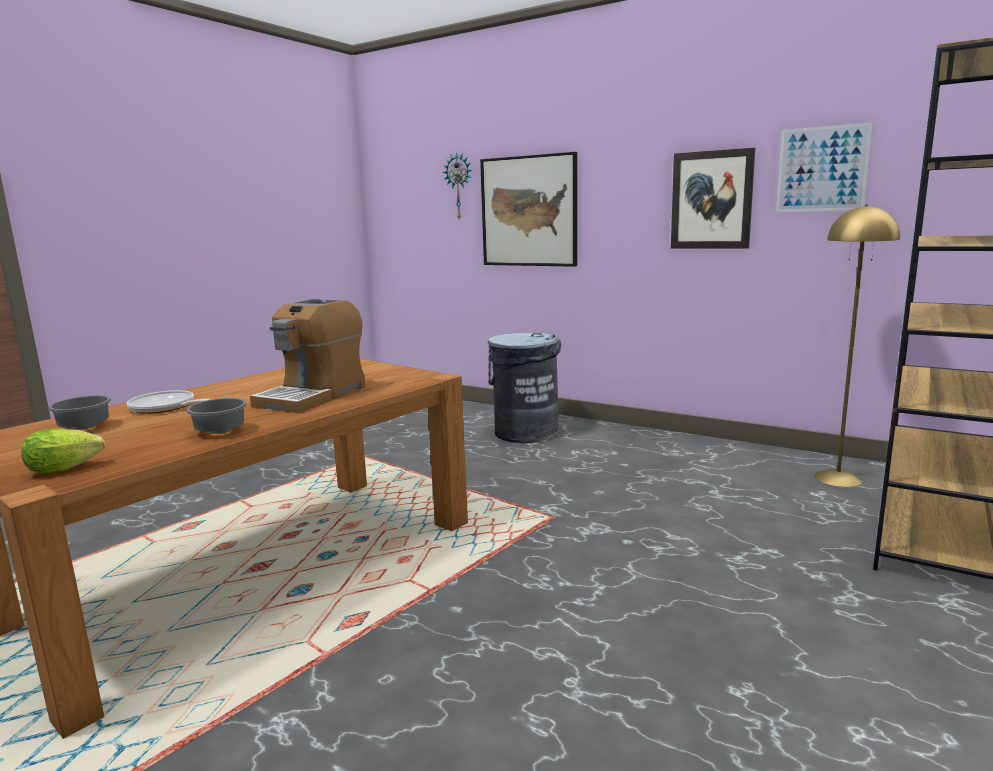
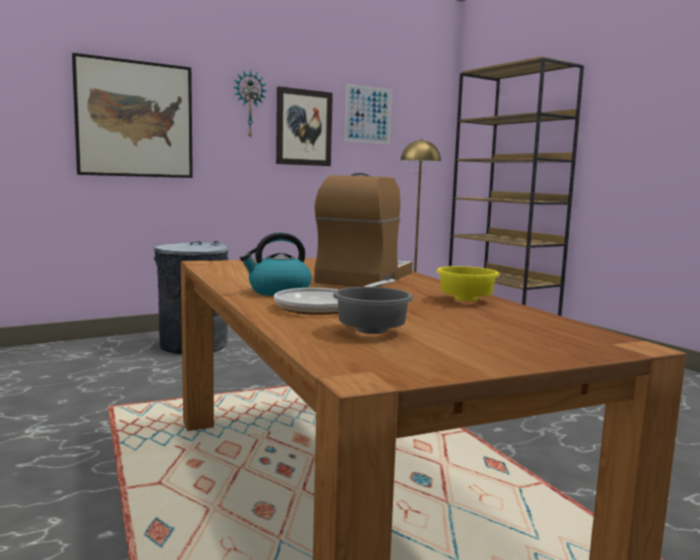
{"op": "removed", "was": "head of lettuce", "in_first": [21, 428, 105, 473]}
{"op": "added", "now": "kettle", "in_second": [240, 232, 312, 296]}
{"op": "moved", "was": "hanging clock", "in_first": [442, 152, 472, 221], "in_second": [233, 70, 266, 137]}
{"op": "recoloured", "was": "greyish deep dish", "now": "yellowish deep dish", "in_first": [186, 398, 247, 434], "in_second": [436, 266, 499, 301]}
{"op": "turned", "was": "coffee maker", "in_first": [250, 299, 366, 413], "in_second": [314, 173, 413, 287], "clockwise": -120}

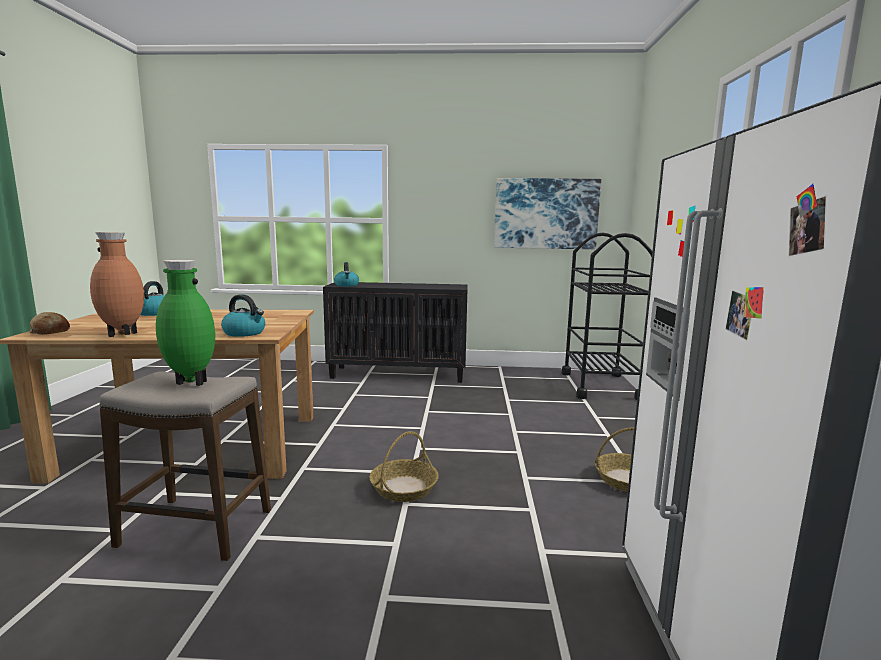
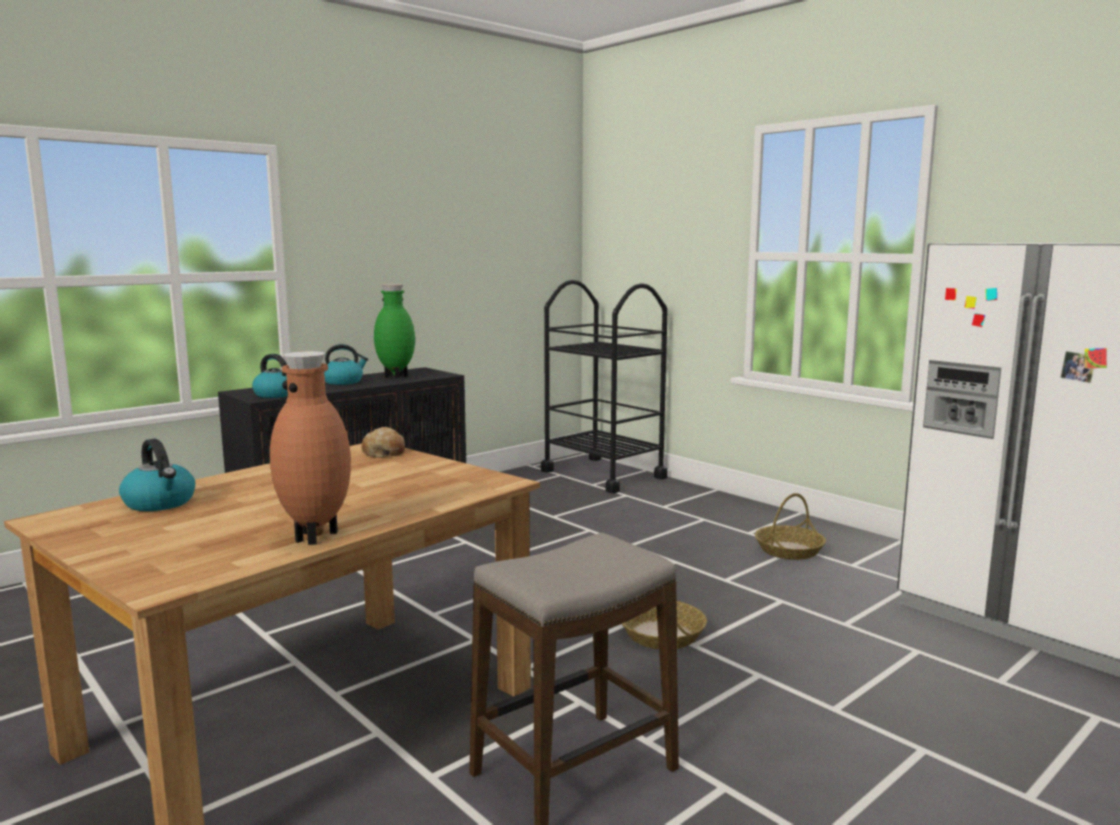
{"op": "removed", "was": "wall art", "in_first": [494, 178, 601, 249]}
{"op": "moved", "was": "bakery bread", "in_first": [29, 312, 70, 335], "in_second": [362, 427, 405, 458]}
{"op": "moved", "was": "green vase", "in_first": [156, 260, 215, 386], "in_second": [374, 284, 415, 378]}
{"op": "moved", "was": "kettle", "in_first": [221, 294, 265, 337], "in_second": [324, 344, 368, 385]}

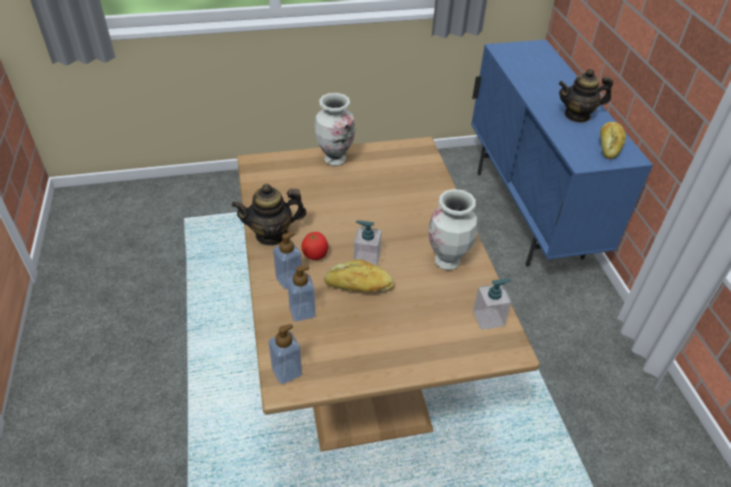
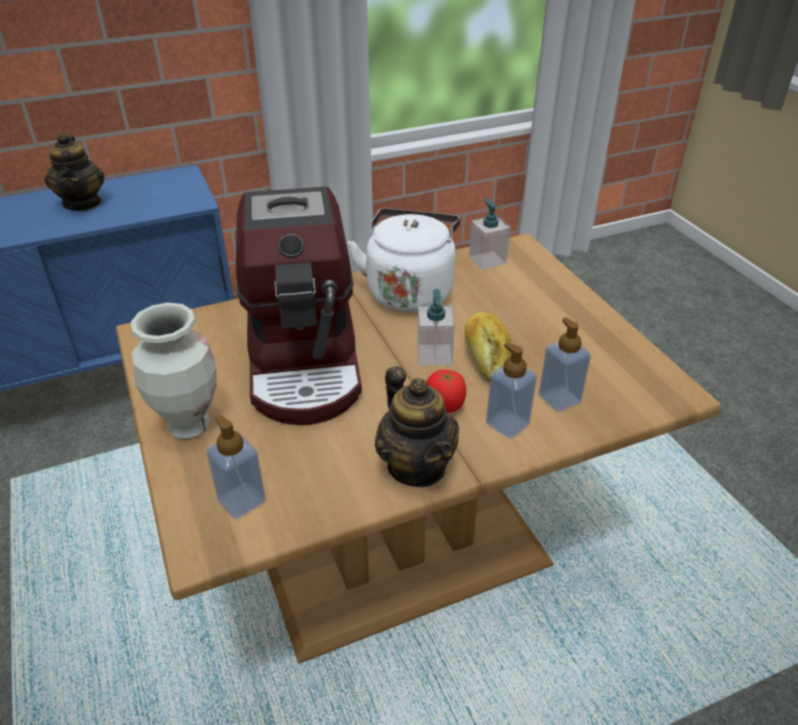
{"op": "removed", "was": "bakery bread", "in_first": [600, 122, 626, 159]}
{"op": "added", "now": "coffee maker", "in_second": [236, 187, 362, 425]}
{"op": "moved", "was": "liquid soap bottle", "in_first": [269, 324, 302, 384], "in_second": [206, 415, 266, 519]}
{"op": "replaced", "was": "vase", "now": "whitish kettle", "in_first": [429, 189, 477, 270], "in_second": [348, 208, 460, 313]}

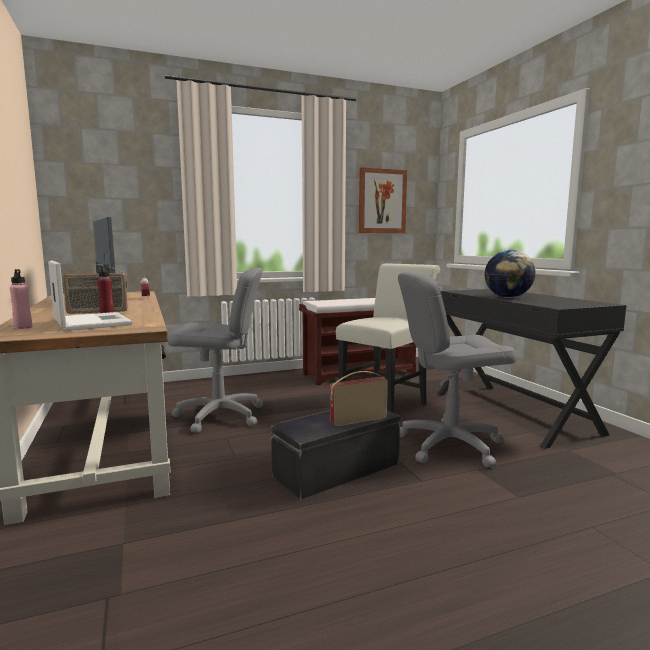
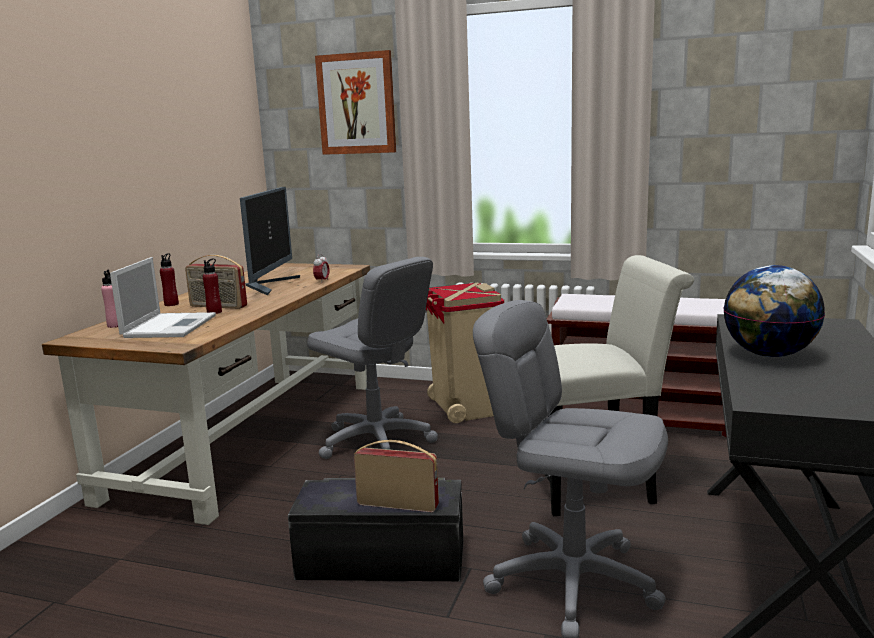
{"op": "added", "now": "reddish drink bottle", "in_second": [160, 253, 179, 306]}
{"op": "added", "now": "beige-coloured rubbish bin", "in_second": [426, 283, 504, 423]}
{"op": "moved", "was": "wall art", "in_first": [359, 167, 407, 233], "in_second": [315, 50, 396, 155]}

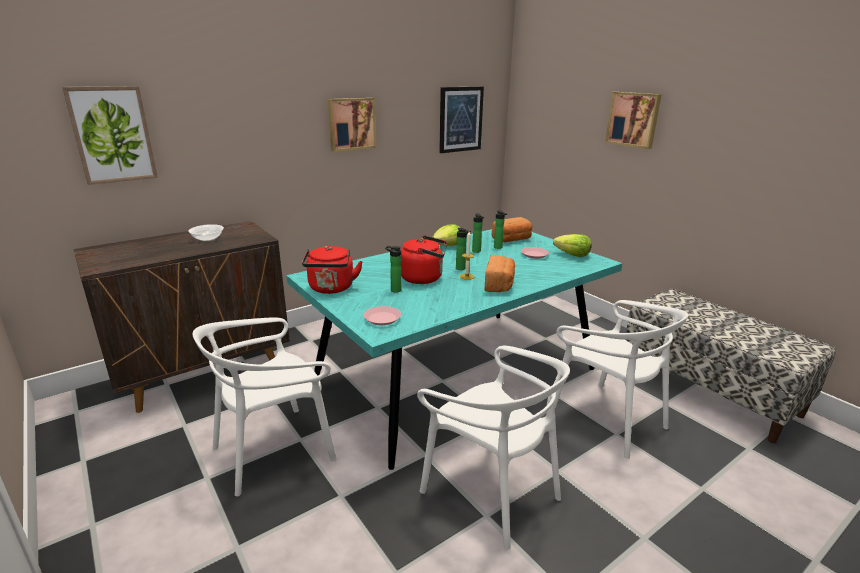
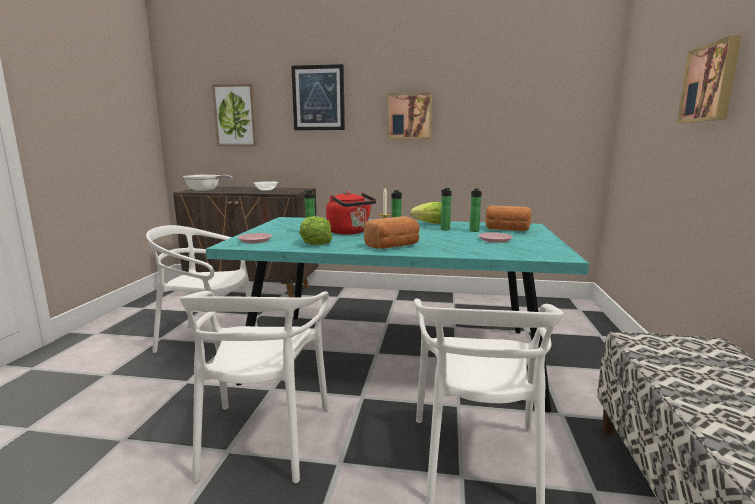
{"op": "removed", "was": "reddish kettle", "in_first": [302, 246, 363, 294]}
{"op": "added", "now": "pan", "in_second": [183, 175, 233, 191]}
{"op": "moved", "was": "wall art", "in_first": [439, 86, 484, 153], "in_second": [291, 64, 345, 130]}
{"op": "moved", "was": "head of lettuce", "in_first": [553, 234, 592, 257], "in_second": [299, 216, 333, 245]}

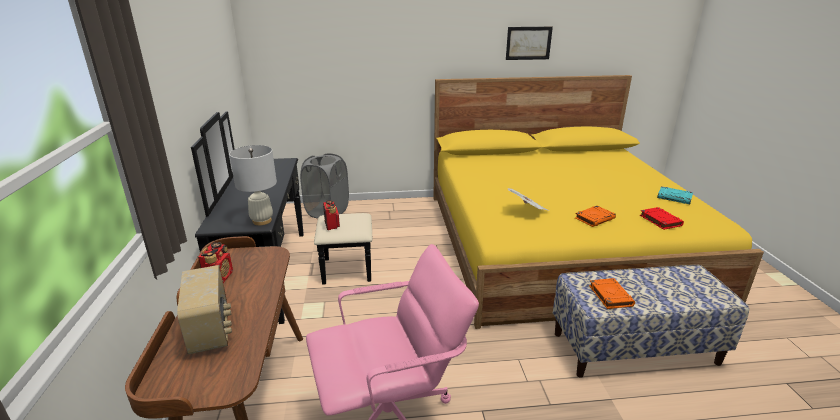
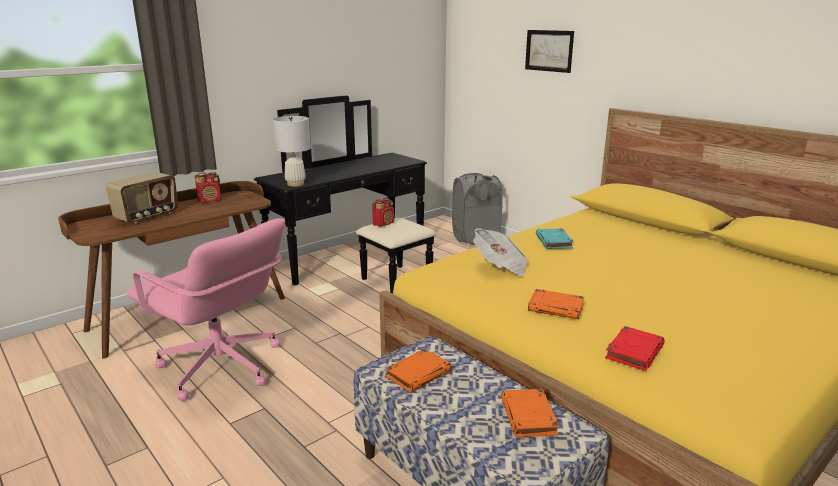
{"op": "added", "now": "orangey book", "in_second": [501, 389, 559, 437]}
{"op": "moved", "was": "wall art", "in_first": [506, 27, 553, 60], "in_second": [525, 30, 574, 73]}
{"op": "moved", "was": "turquoise-coloured book", "in_first": [657, 186, 693, 204], "in_second": [536, 229, 574, 249]}

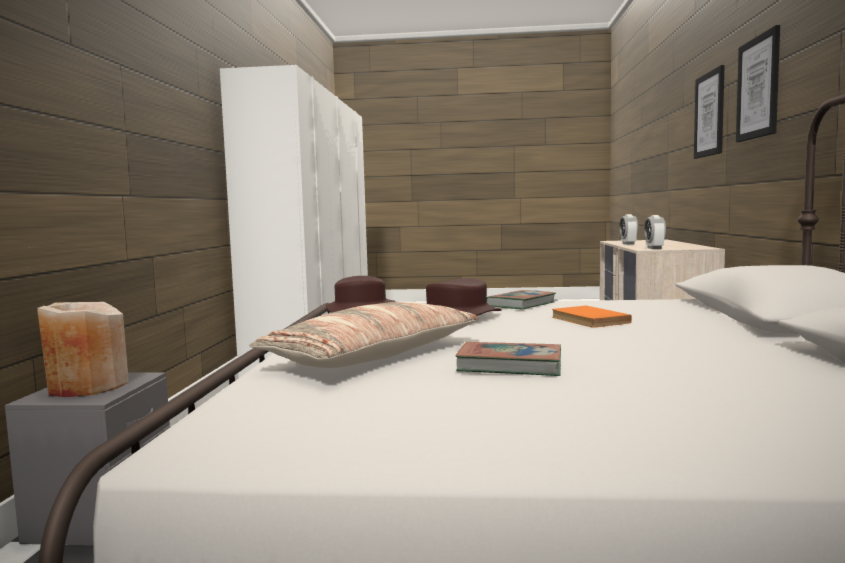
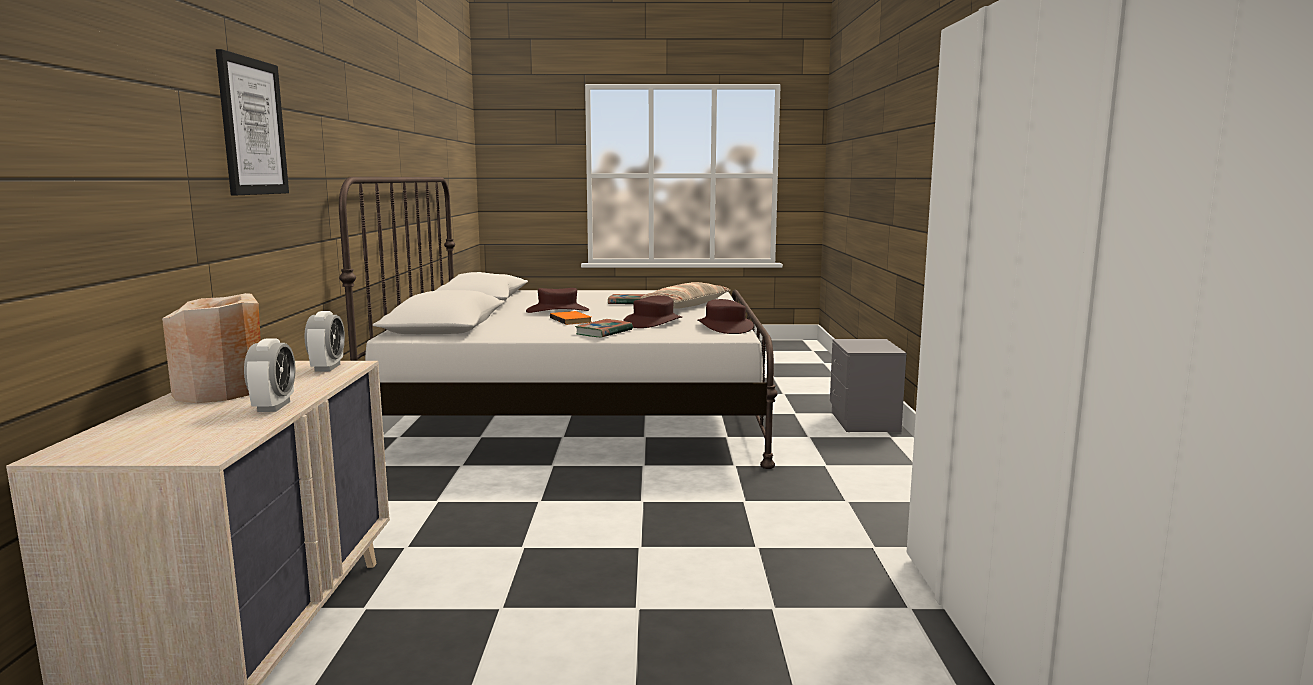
{"op": "removed", "was": "wall art", "in_first": [694, 65, 725, 159]}
{"op": "added", "now": "brown wearable hat", "in_second": [526, 288, 589, 313]}
{"op": "moved", "was": "beige-coloured vase", "in_first": [37, 302, 129, 397], "in_second": [162, 293, 261, 403]}

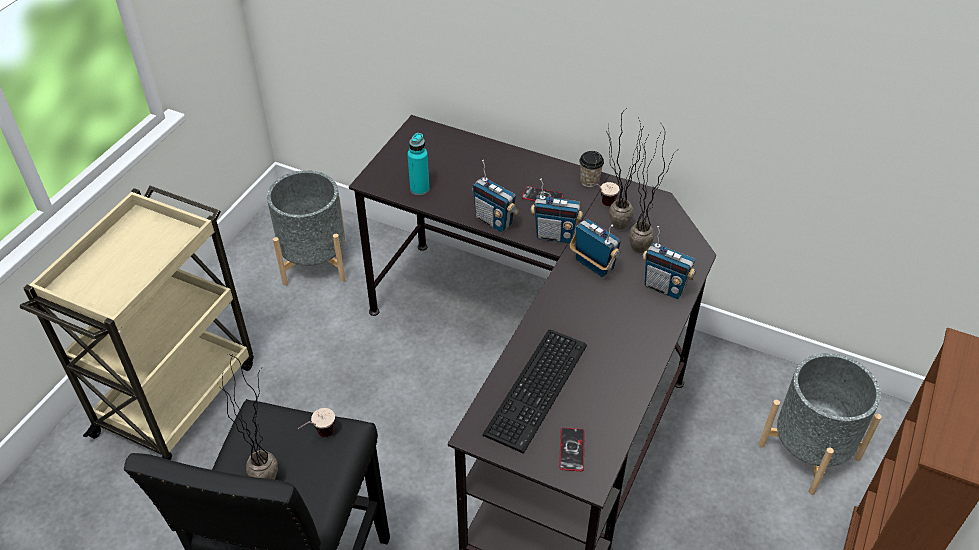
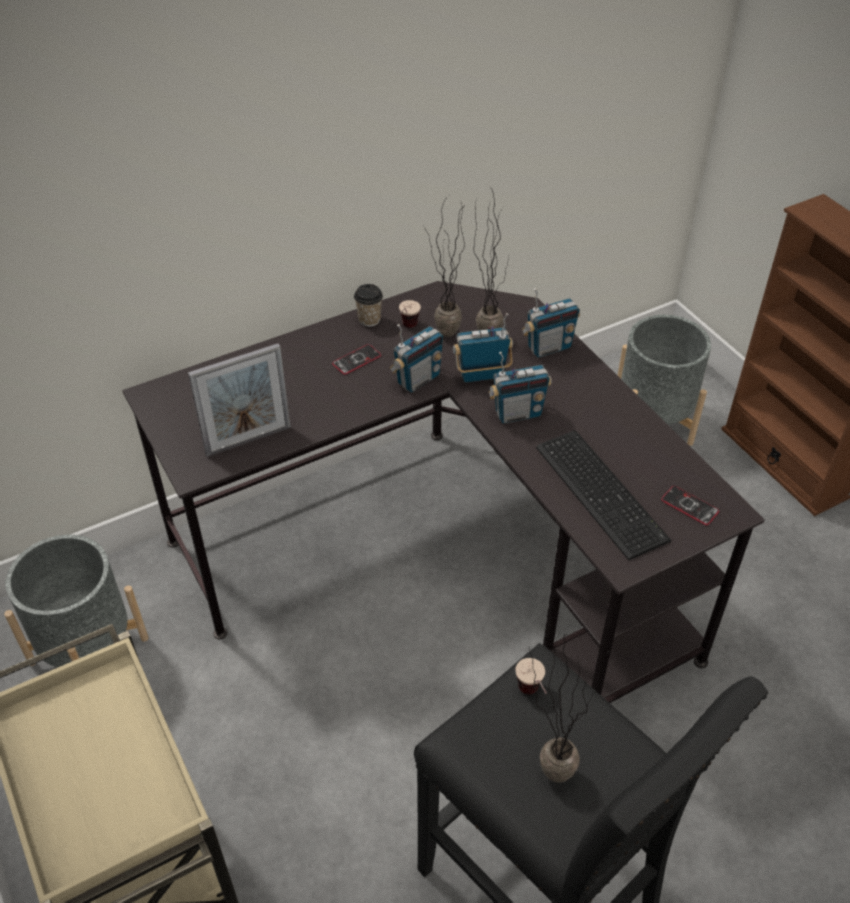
{"op": "moved", "was": "radio receiver", "in_first": [472, 160, 519, 232], "in_second": [488, 352, 552, 424]}
{"op": "replaced", "was": "turquoise-coloured drink bottle", "now": "picture frame", "in_first": [407, 133, 430, 195], "in_second": [188, 343, 291, 457]}

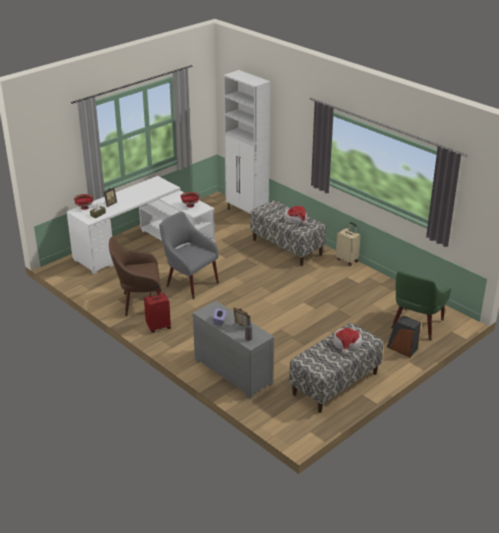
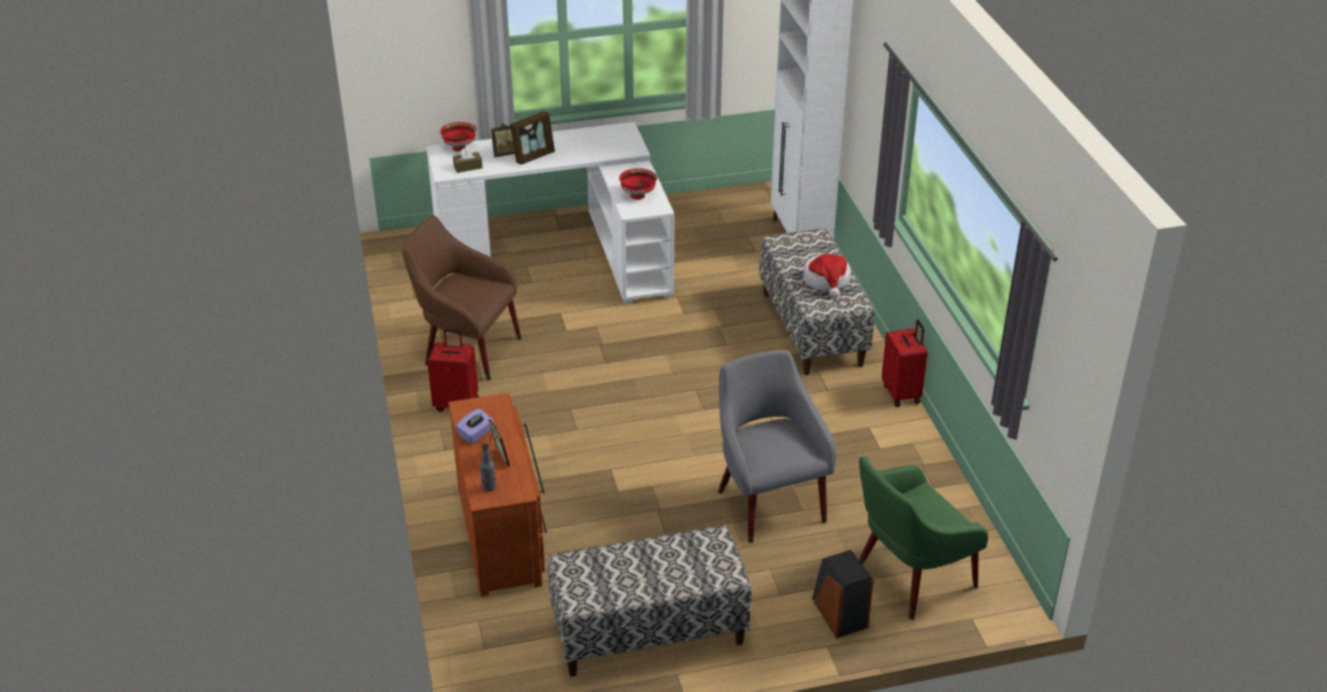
{"op": "removed", "was": "wearable hat", "in_first": [333, 328, 362, 355]}
{"op": "added", "now": "picture frame", "in_second": [510, 111, 555, 165]}
{"op": "moved", "was": "greyish easy chair", "in_first": [159, 212, 219, 299], "in_second": [718, 350, 837, 543]}
{"op": "recoloured", "was": "greyish drawer chest", "now": "brown drawer chest", "in_first": [192, 301, 274, 398], "in_second": [448, 393, 547, 597]}
{"op": "recoloured", "was": "beige-coloured piece of luggage", "now": "reddish piece of luggage", "in_first": [336, 222, 360, 266], "in_second": [882, 320, 928, 407]}

